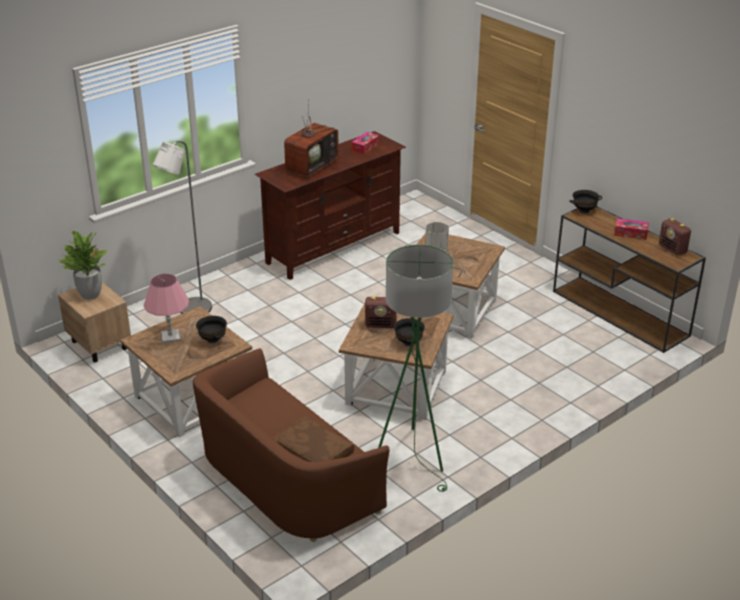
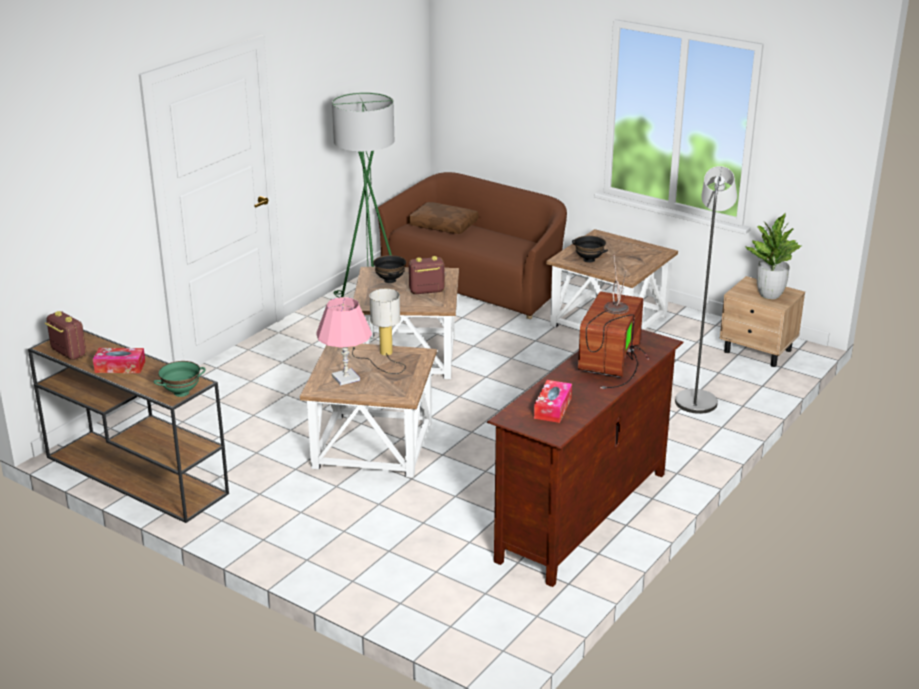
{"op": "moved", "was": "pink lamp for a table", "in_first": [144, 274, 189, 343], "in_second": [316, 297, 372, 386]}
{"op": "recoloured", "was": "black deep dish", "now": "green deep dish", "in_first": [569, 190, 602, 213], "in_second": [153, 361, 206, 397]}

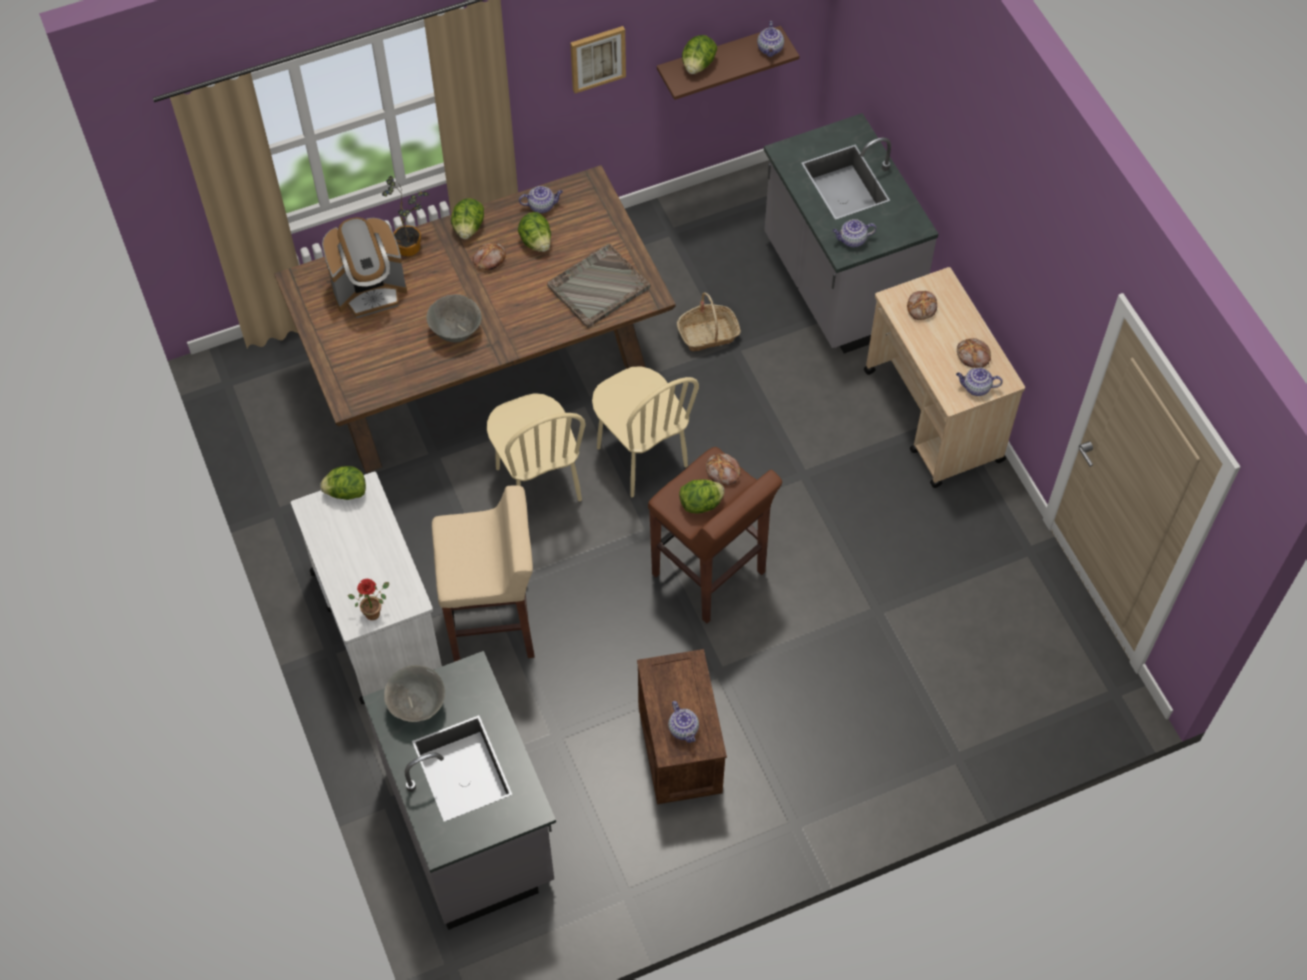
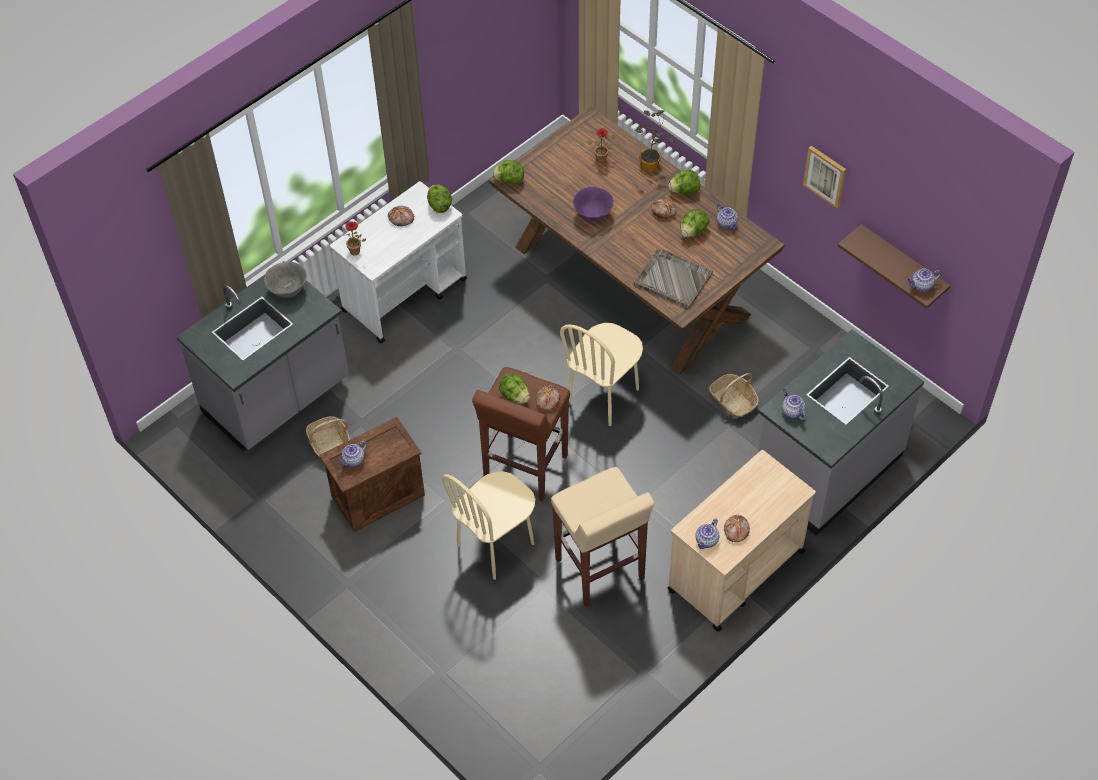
{"op": "added", "now": "storage basket", "in_second": [306, 416, 350, 456]}
{"op": "moved", "was": "beige-coloured stool seat", "in_first": [432, 486, 535, 662], "in_second": [551, 467, 655, 607]}
{"op": "moved", "was": "beige-coloured upright chair", "in_first": [487, 393, 586, 501], "in_second": [442, 471, 535, 580]}
{"op": "moved", "was": "head of lettuce", "in_first": [682, 35, 717, 74], "in_second": [492, 160, 524, 184]}
{"op": "moved", "was": "bakery bread", "in_first": [907, 291, 937, 320], "in_second": [388, 206, 415, 226]}
{"op": "replaced", "was": "coffee maker", "now": "potted plant", "in_first": [322, 217, 407, 318], "in_second": [588, 128, 616, 163]}
{"op": "recoloured", "was": "greyish deep dish", "now": "purple deep dish", "in_first": [426, 294, 481, 342], "in_second": [573, 187, 614, 222]}
{"op": "turned", "was": "teapot", "in_first": [956, 367, 1003, 396], "in_second": [695, 518, 720, 549], "clockwise": -135}

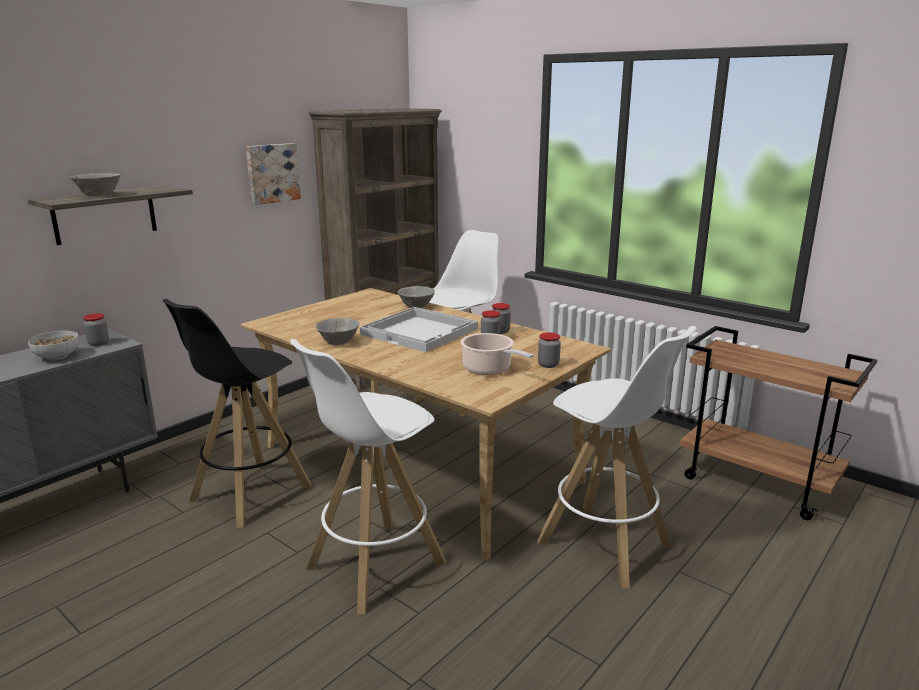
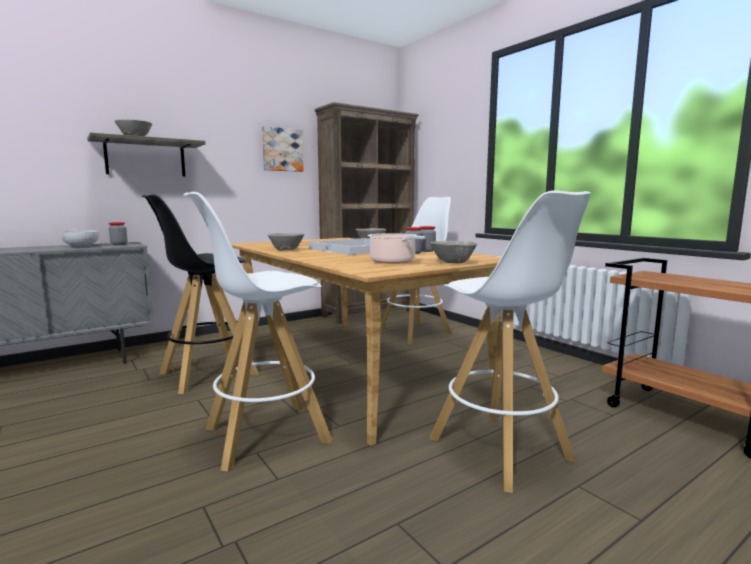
{"op": "replaced", "was": "storage jar", "now": "greyish deep dish", "in_first": [538, 332, 561, 368], "in_second": [430, 241, 477, 263]}

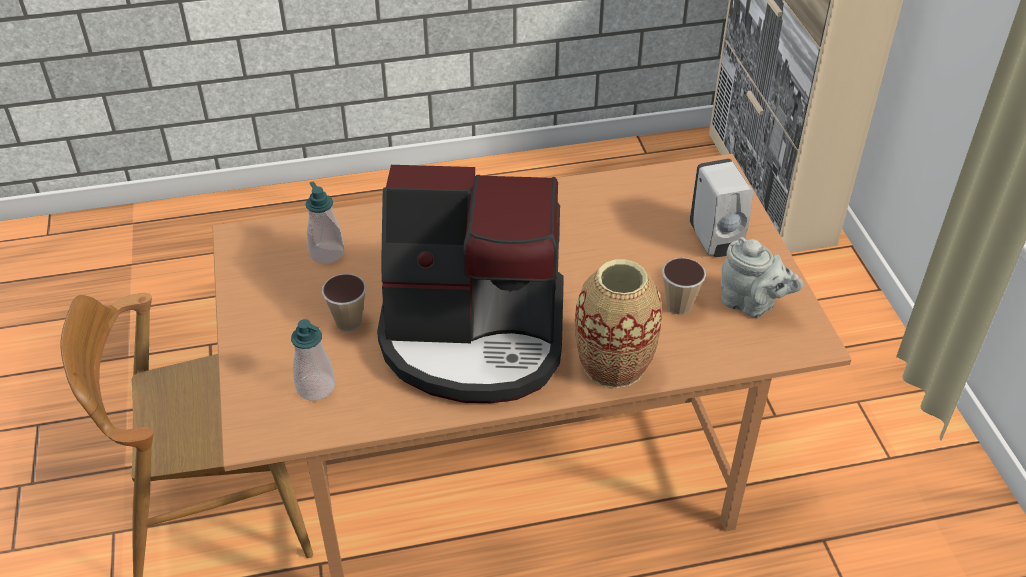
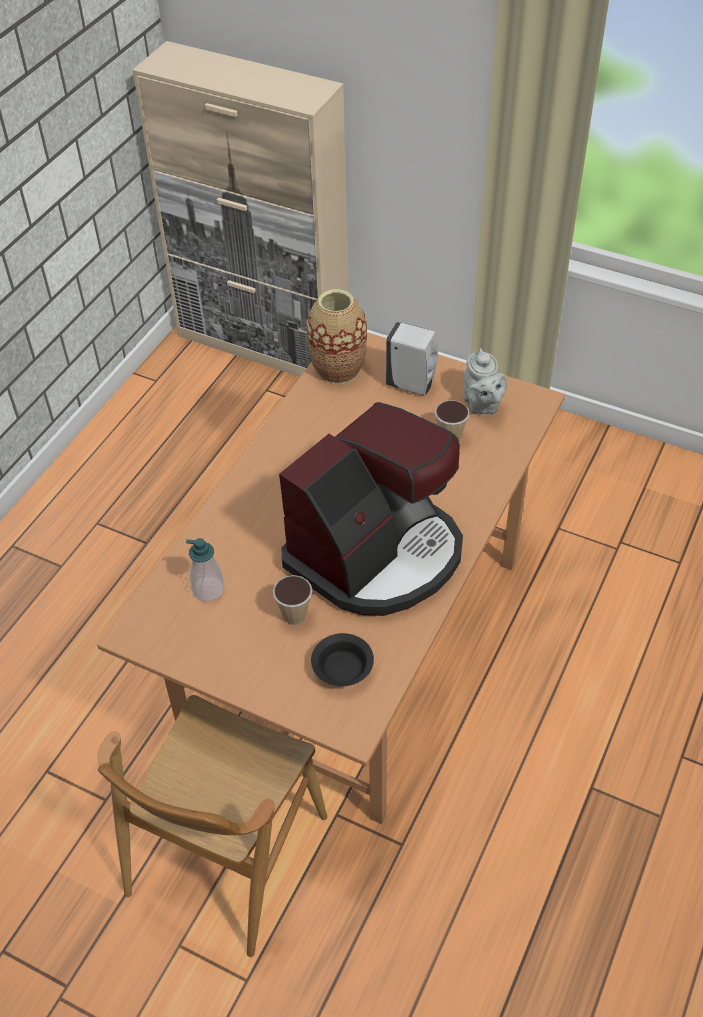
{"op": "moved", "was": "vase", "in_first": [575, 259, 662, 388], "in_second": [306, 289, 367, 384]}
{"op": "replaced", "was": "liquid soap bottle", "now": "black deep dish", "in_first": [291, 319, 335, 401], "in_second": [311, 633, 374, 686]}
{"op": "turned", "was": "greyish teapot", "in_first": [721, 237, 803, 318], "in_second": [463, 348, 507, 415], "clockwise": 90}

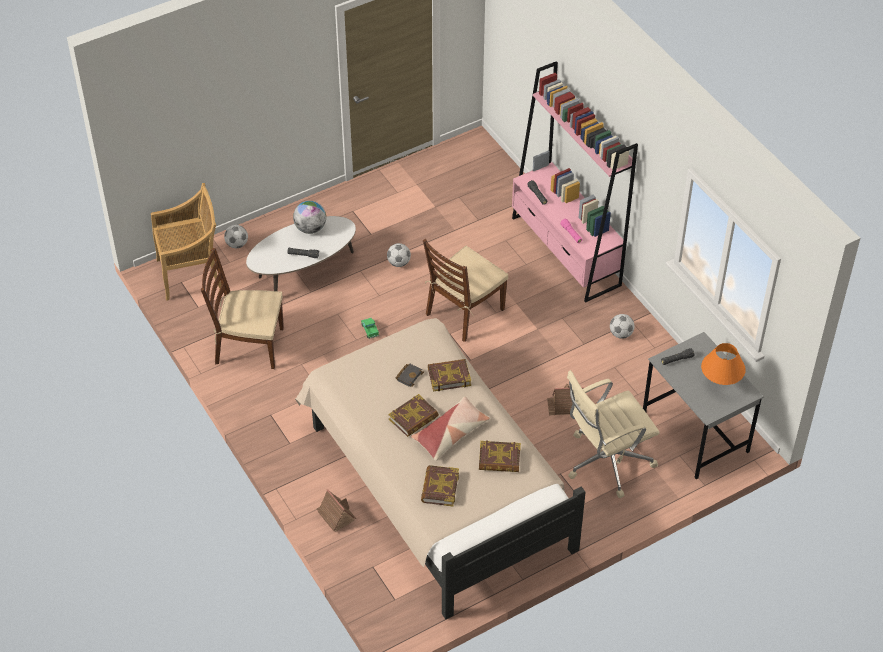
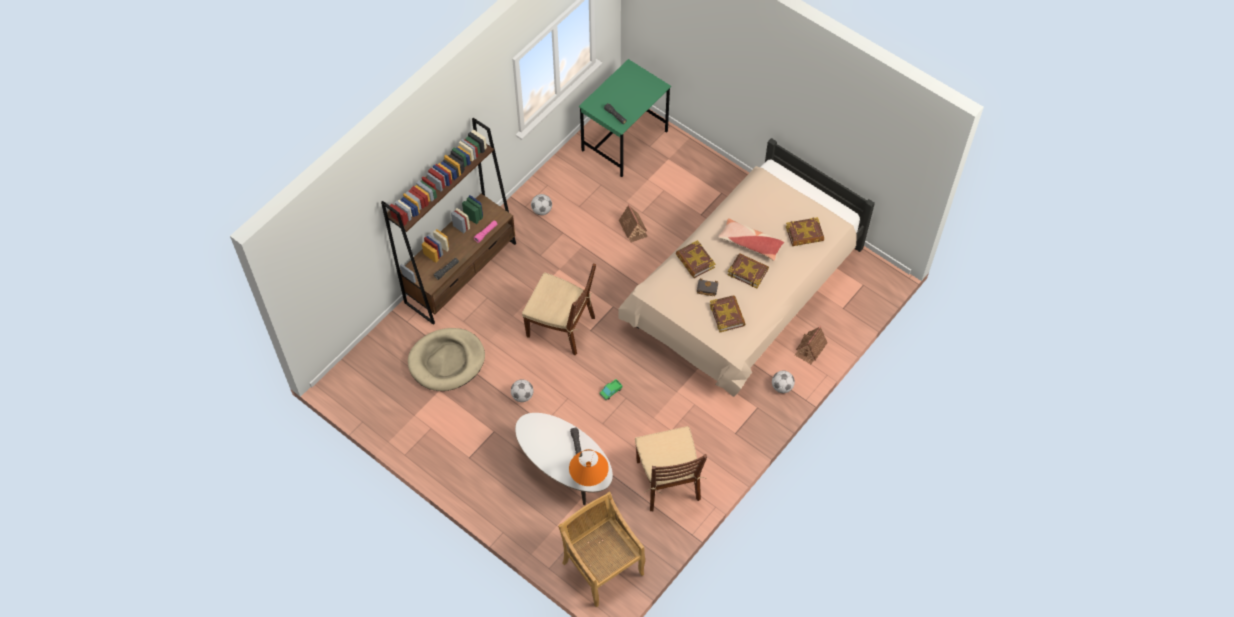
{"op": "removed", "was": "desk globe", "in_first": [293, 201, 326, 234]}
{"op": "removed", "was": "beige-coloured computer chair", "in_first": [567, 370, 660, 498]}
{"op": "added", "now": "beige-coloured pet bed", "in_second": [408, 328, 485, 391]}
{"op": "moved", "was": "football ball", "in_first": [224, 225, 248, 248], "in_second": [772, 371, 795, 393]}
{"op": "moved", "was": "book", "in_first": [479, 440, 521, 472], "in_second": [710, 295, 745, 332]}
{"op": "moved", "was": "orangey lamp for a table", "in_first": [701, 343, 746, 385], "in_second": [569, 449, 609, 486]}
{"op": "recoloured", "was": "pink bookshelf", "now": "brown bookshelf", "in_first": [512, 61, 638, 303], "in_second": [381, 118, 516, 325]}
{"op": "recoloured", "was": "greyish desk", "now": "green desk", "in_first": [643, 332, 764, 479], "in_second": [579, 59, 671, 177]}

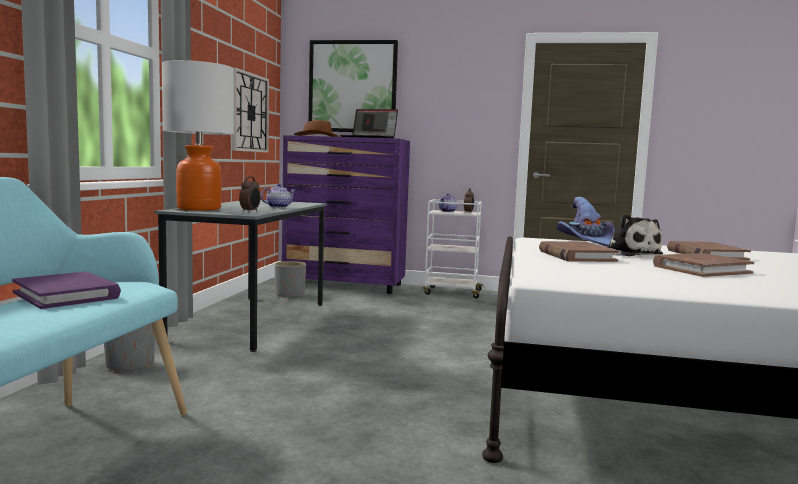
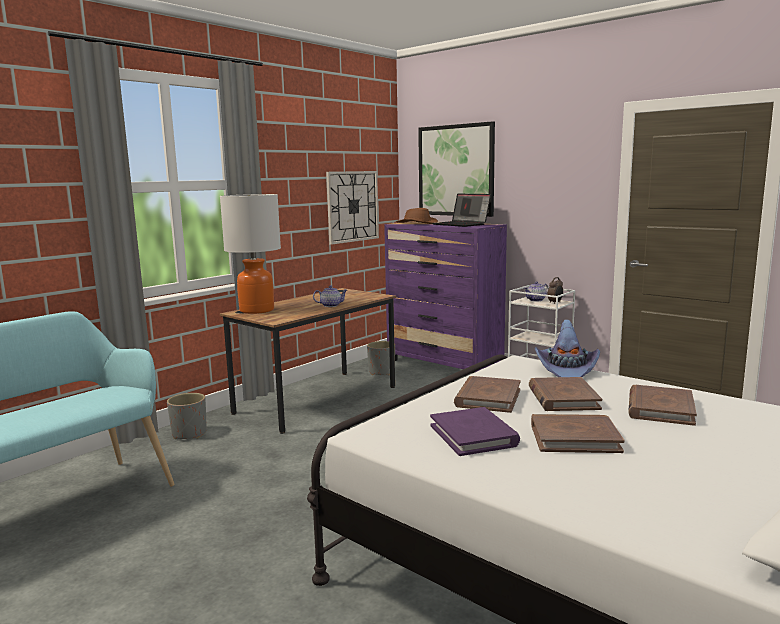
{"op": "removed", "was": "alarm clock", "in_first": [239, 176, 260, 212]}
{"op": "moved", "was": "purple book", "in_first": [12, 272, 121, 309], "in_second": [430, 407, 520, 456]}
{"op": "replaced", "was": "cuddly toy", "now": "brown book", "in_first": [608, 214, 663, 256], "in_second": [529, 377, 602, 411]}
{"op": "recoloured", "was": "greyish desk", "now": "brown desk", "in_first": [154, 200, 327, 352], "in_second": [220, 288, 396, 434]}

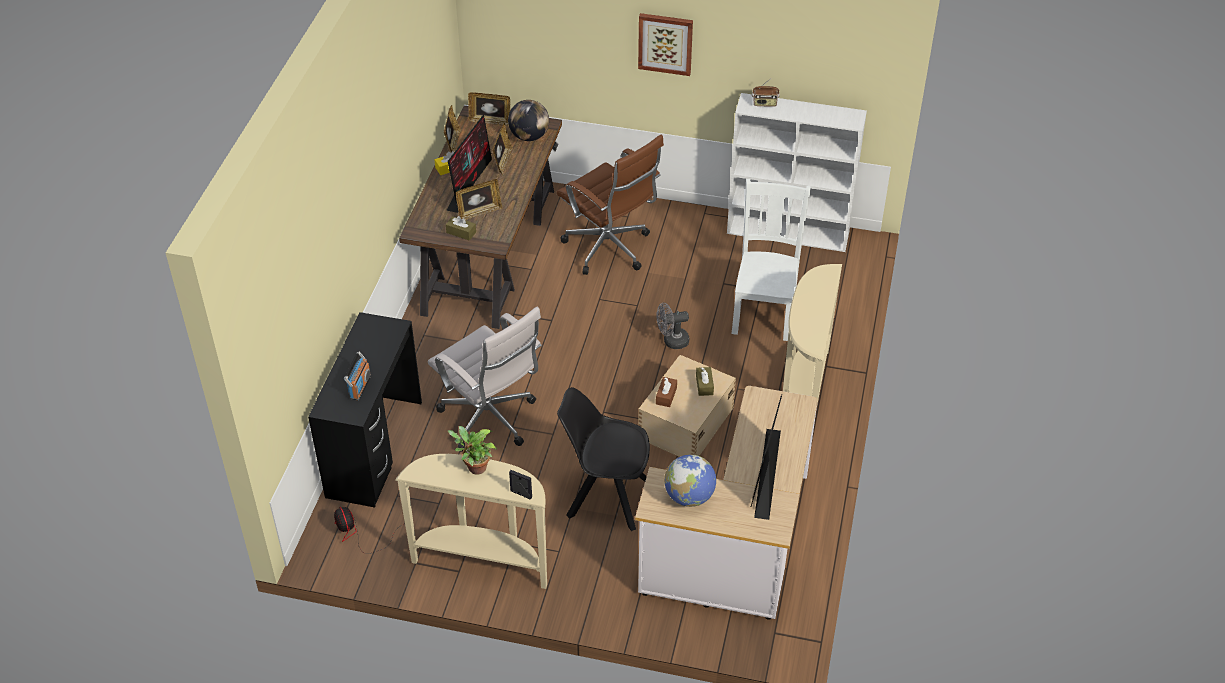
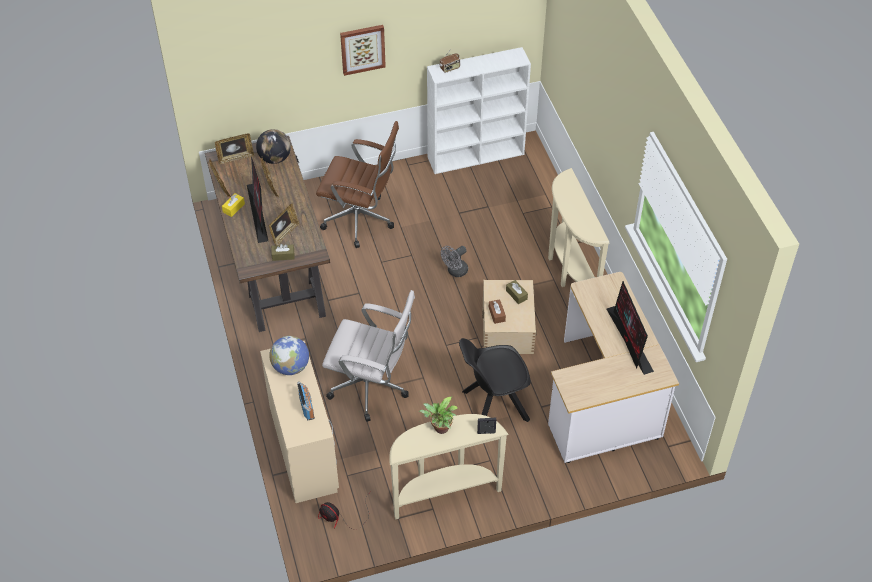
{"op": "removed", "was": "whitish upright chair", "in_first": [731, 179, 811, 341]}
{"op": "moved", "was": "desk globe", "in_first": [664, 455, 716, 507], "in_second": [269, 336, 309, 375]}
{"op": "recoloured", "was": "black desk", "now": "beige-coloured desk", "in_first": [308, 312, 422, 507], "in_second": [260, 341, 339, 503]}

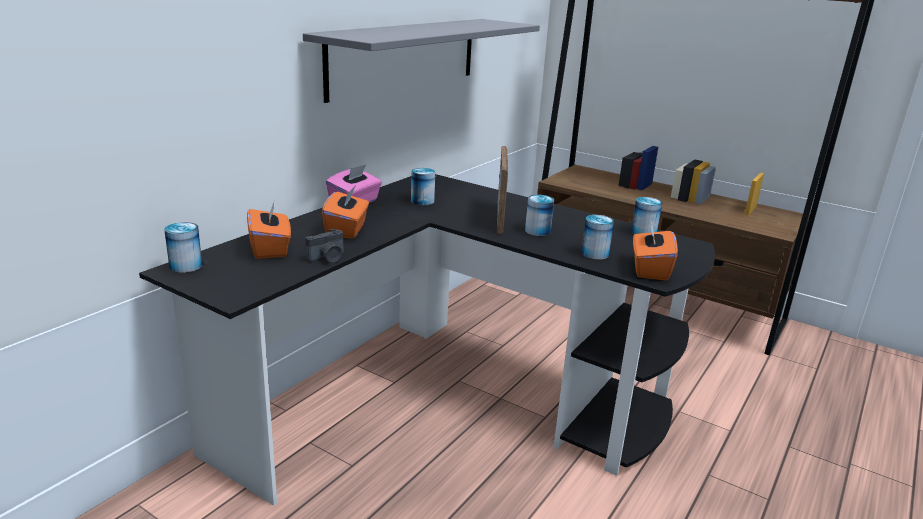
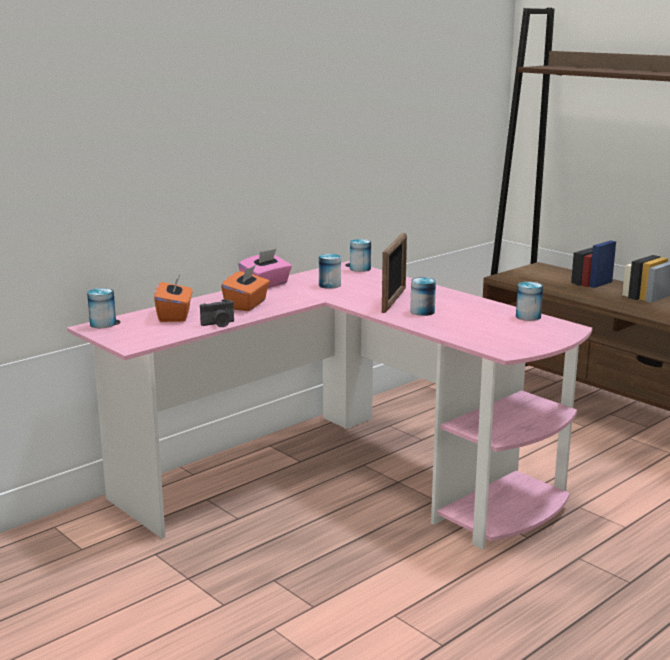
{"op": "removed", "was": "greyish wall shelf", "in_first": [303, 19, 540, 103]}
{"op": "removed", "was": "orangey tissue holder", "in_first": [633, 220, 678, 281]}
{"op": "moved", "was": "metal can", "in_first": [581, 215, 614, 260], "in_second": [350, 239, 371, 272]}
{"op": "recoloured", "was": "black desk", "now": "pink desk", "in_first": [139, 174, 715, 505], "in_second": [67, 261, 592, 549]}

